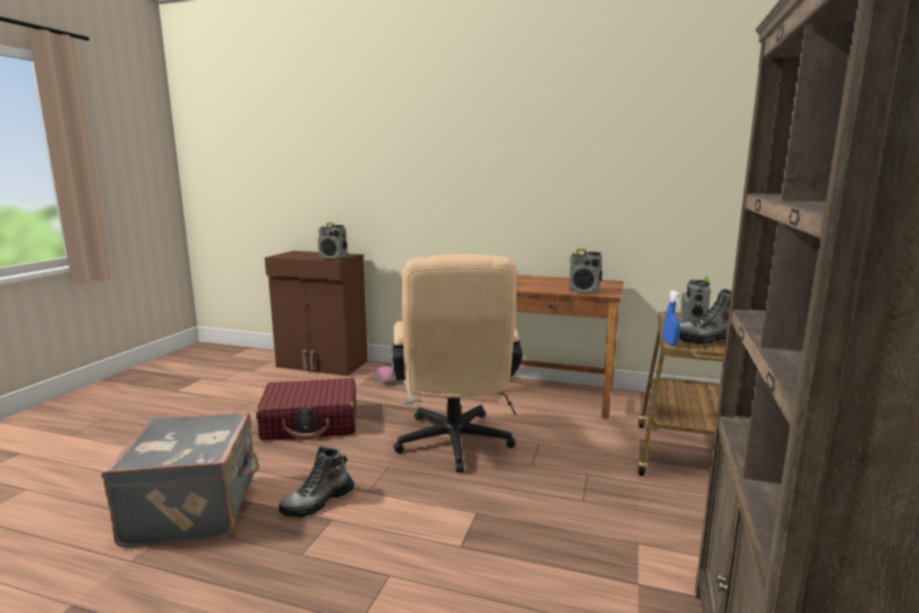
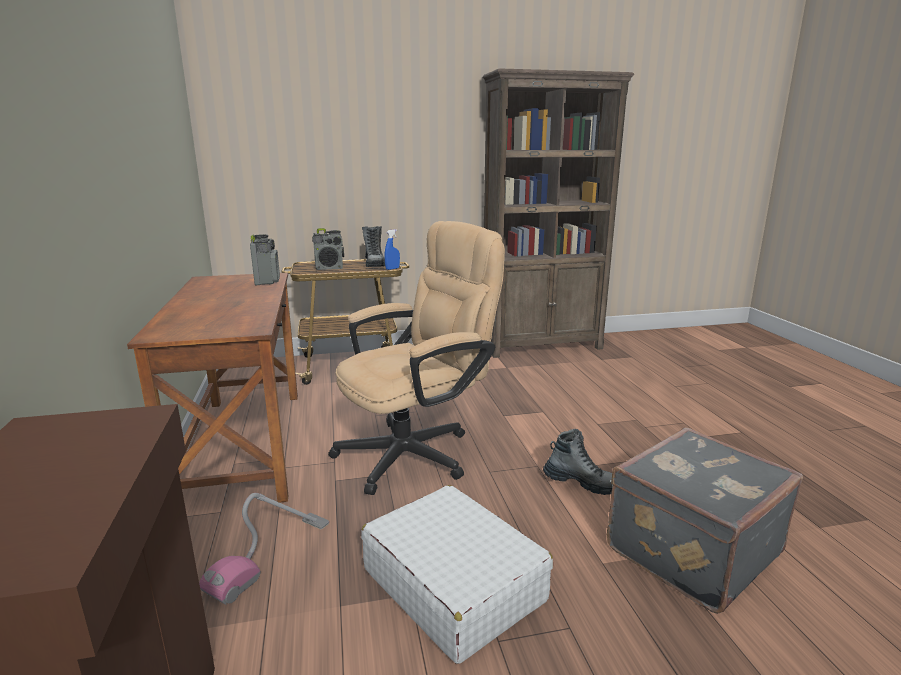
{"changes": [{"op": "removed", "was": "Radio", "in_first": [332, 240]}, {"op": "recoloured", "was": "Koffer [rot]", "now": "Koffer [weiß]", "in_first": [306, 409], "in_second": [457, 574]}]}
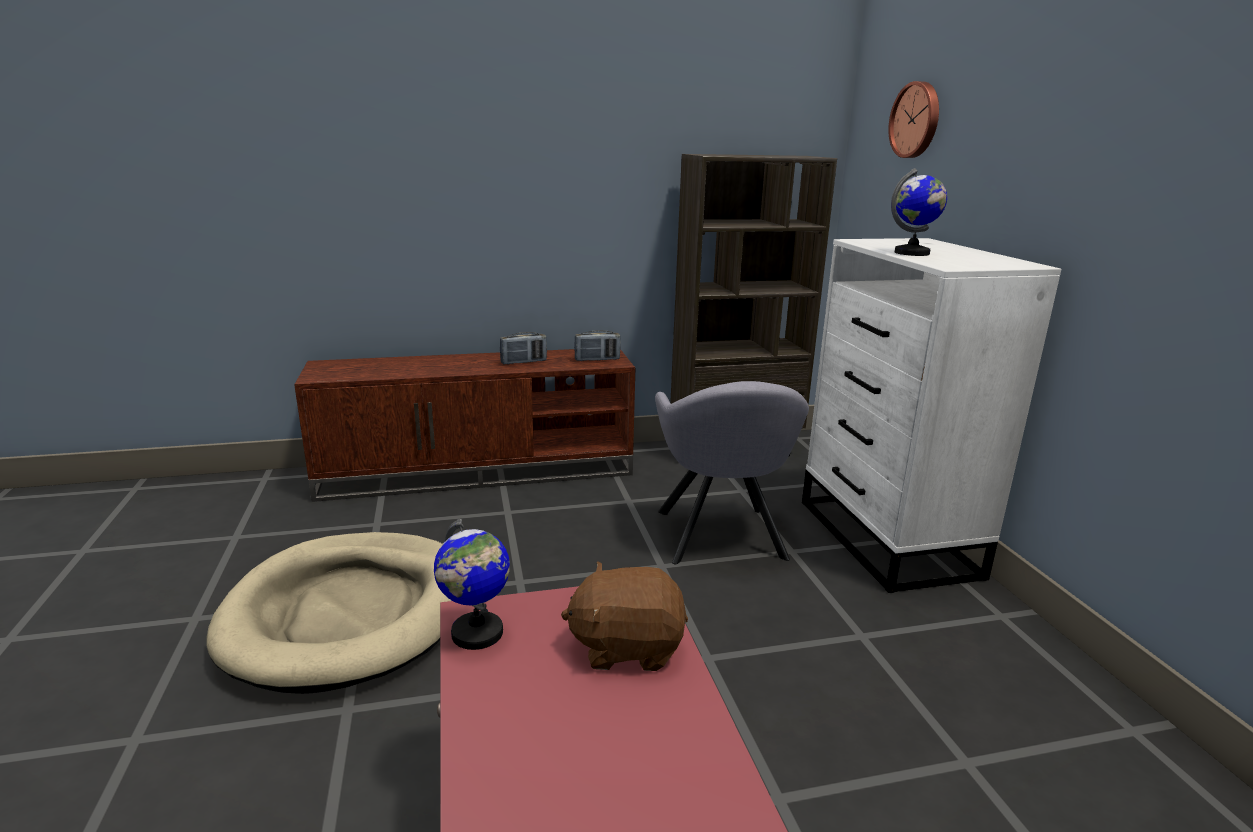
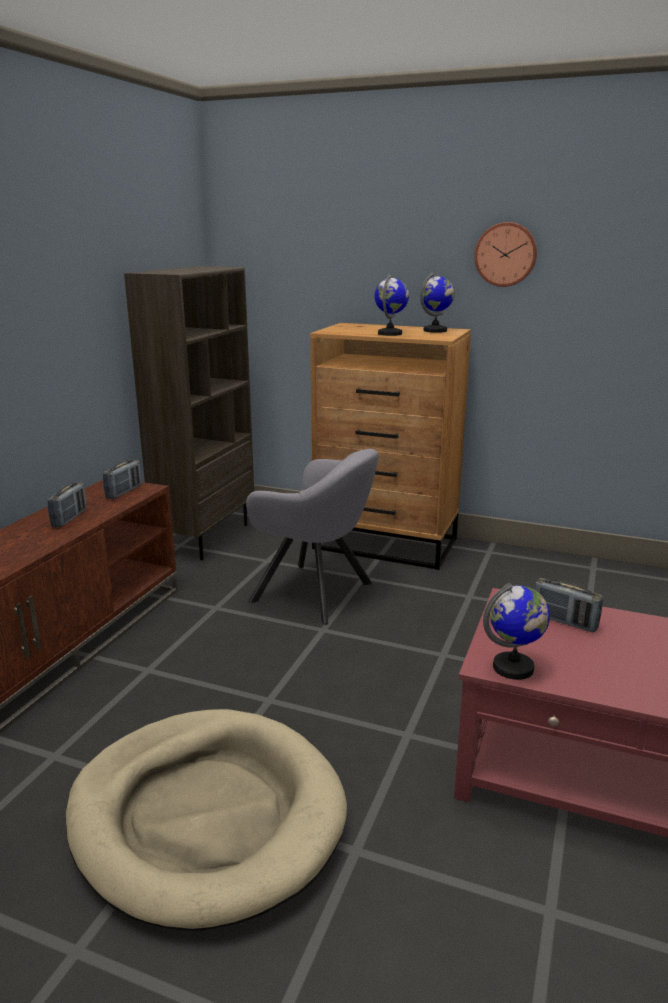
{"changes": [{"op": "moved", "was": "Wanduhr", "in_first": [913, 119], "in_second": [505, 254]}, {"op": "recoloured", "was": "Kommode [weiß]", "now": "Kommode [braun]", "in_first": [931, 415], "in_second": [390, 446]}, {"op": "replaced", "was": "Plüschtier [braun]", "now": "Radio", "in_first": [624, 616], "in_second": [568, 605]}, {"op": "added", "now": "Globus", "in_second": [437, 302]}]}
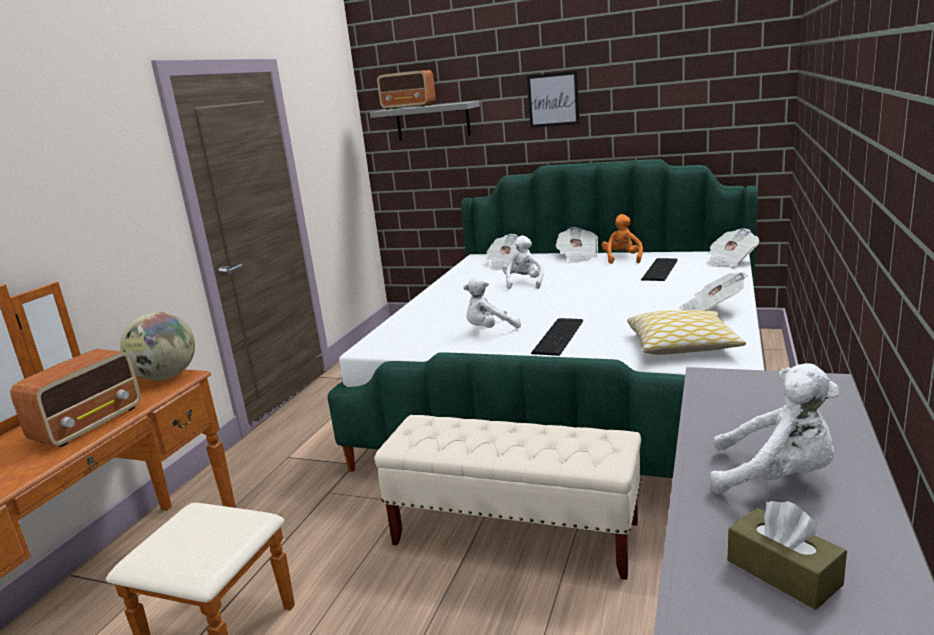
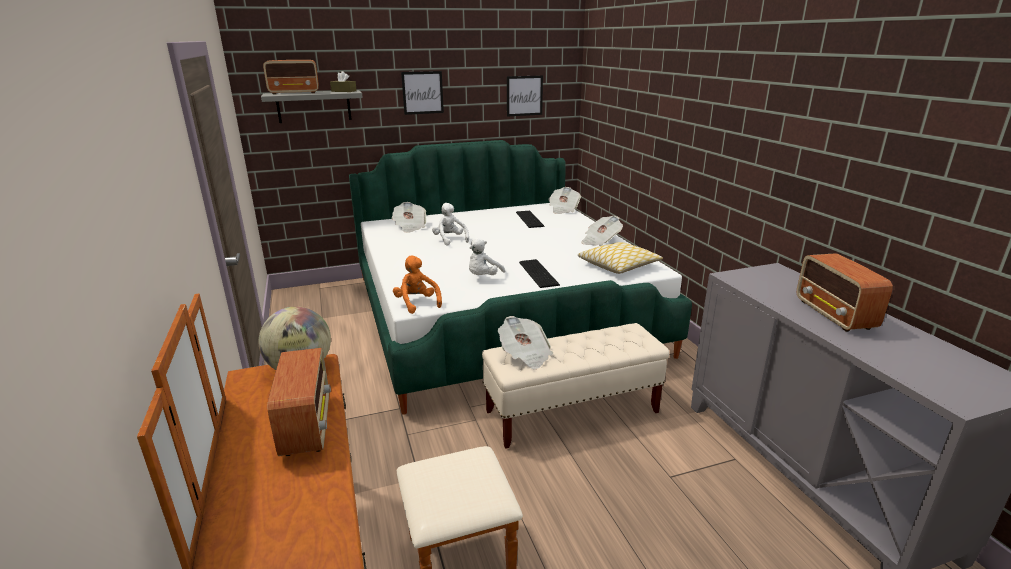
{"changes": [{"op": "moved", "was": "Plüschtier [orange]", "in_first": [622, 239], "in_second": [417, 284]}, {"op": "moved", "was": "Zeitung", "in_first": [576, 245], "in_second": [525, 343]}, {"op": "replaced", "was": "Plüschtier [weiß]", "now": "Radio", "in_first": [774, 429], "in_second": [844, 292]}, {"op": "moved", "was": "Taschentuchbox [braun]", "in_first": [787, 555], "in_second": [343, 81]}, {"op": "added", "now": "Bild", "in_second": [525, 96]}]}
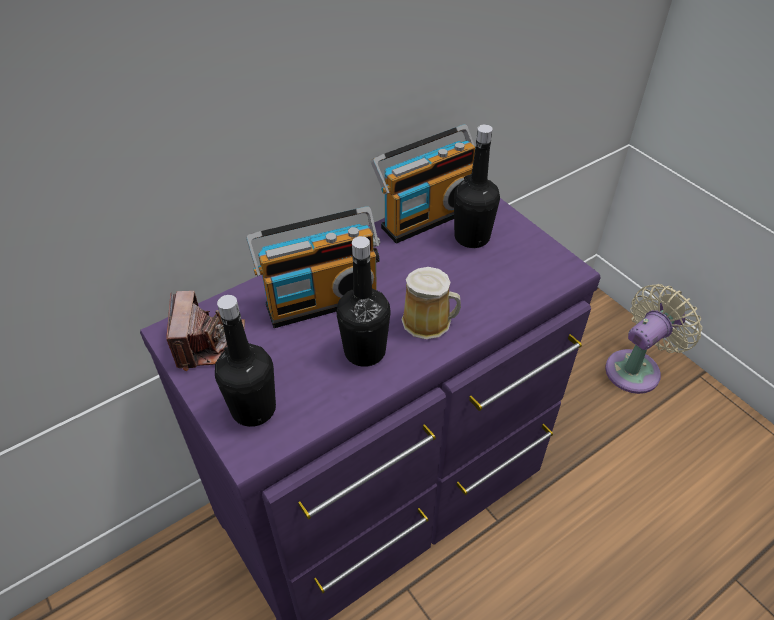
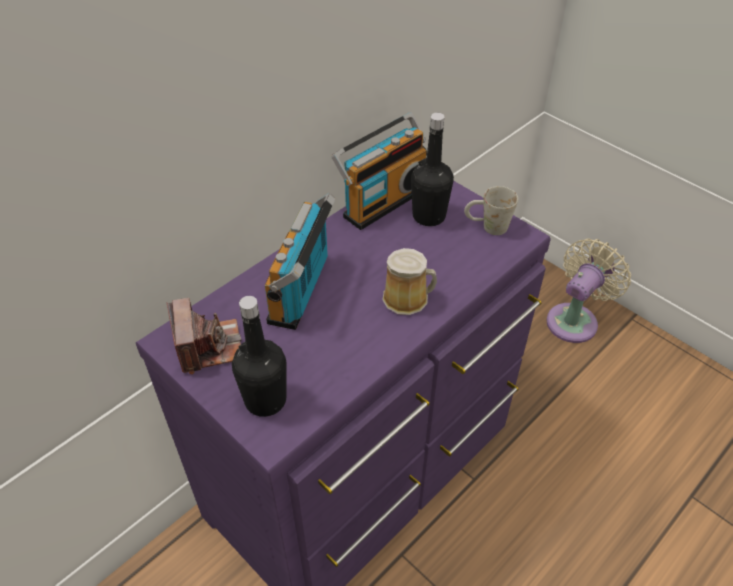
{"changes": [{"op": "turned", "was": "Radio", "in_first": [313, 267], "in_second": [300, 261], "clockwise": 135}, {"op": "removed", "was": "Flasche [schwarz]", "in_first": [363, 301]}, {"op": "added", "now": "Henkelbecher [weiß]", "in_second": [491, 210]}]}
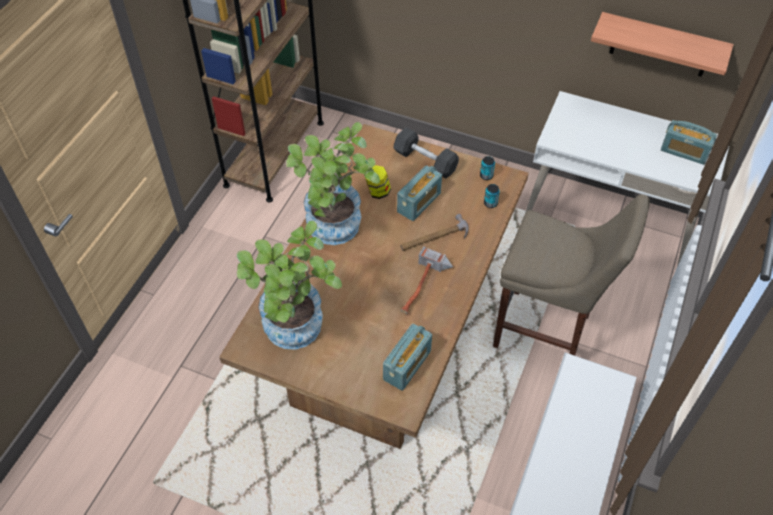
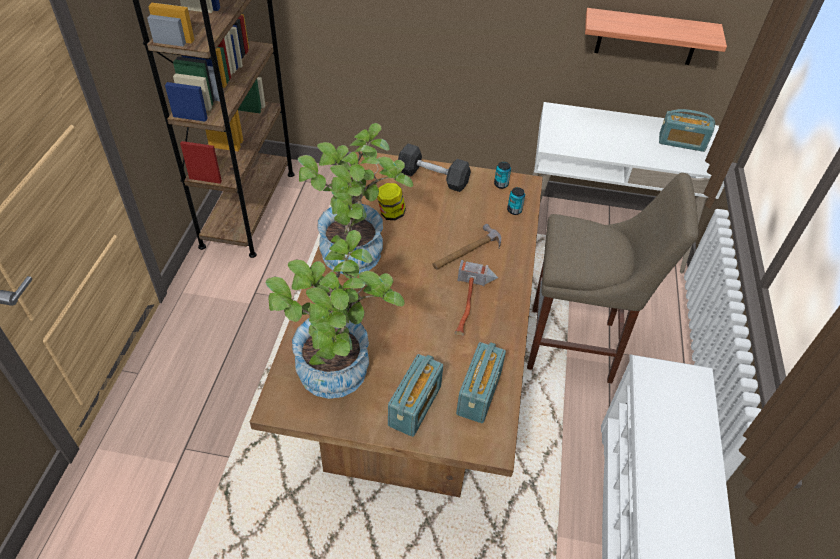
{"changes": [{"op": "moved", "was": "Radio", "in_first": [419, 193], "in_second": [415, 395]}]}
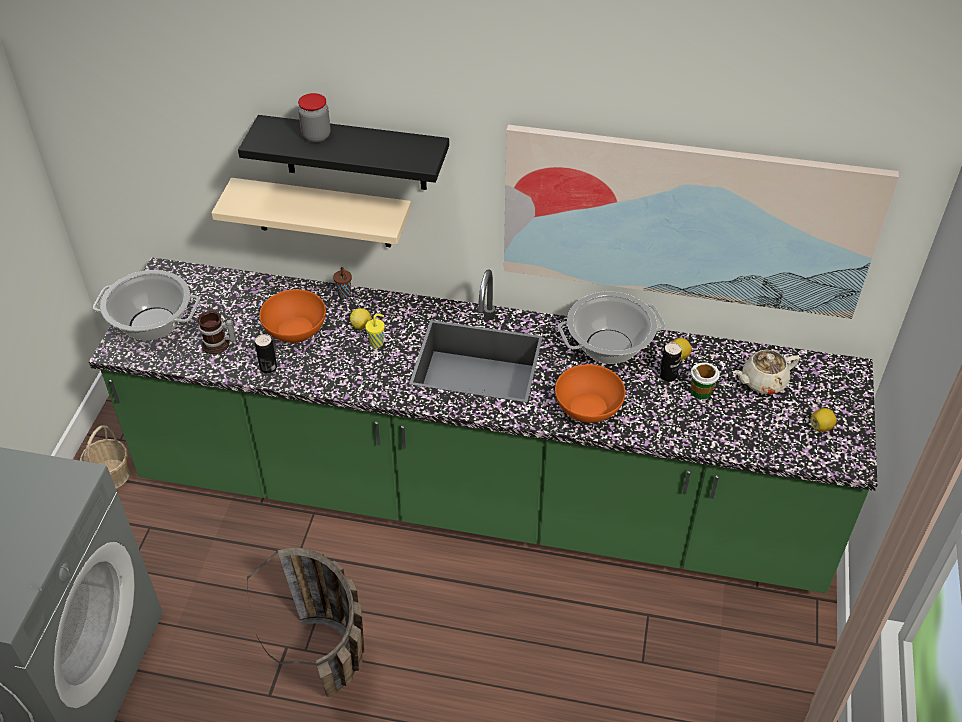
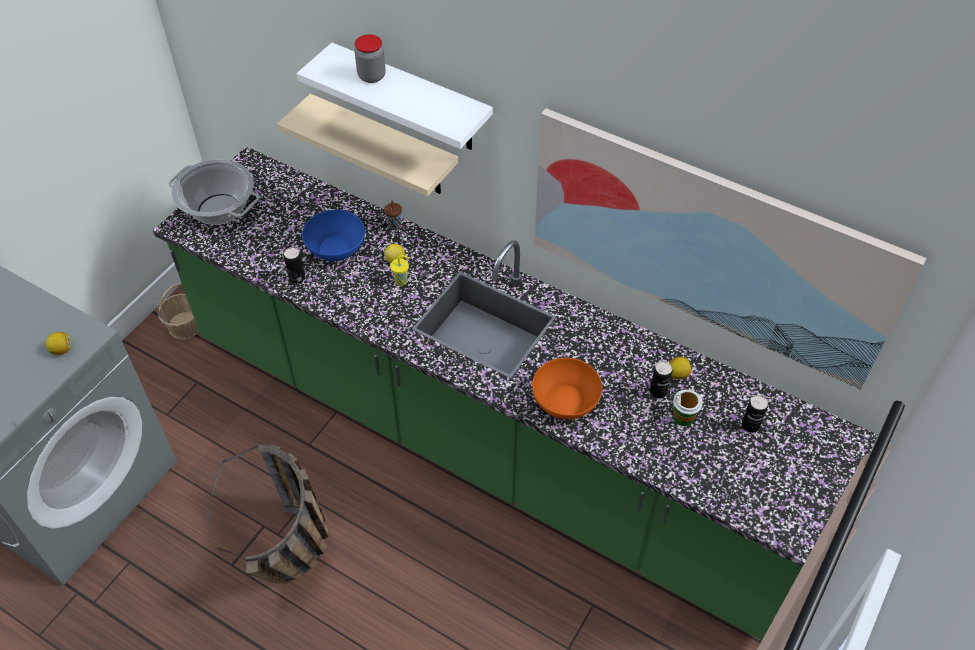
{"changes": [{"op": "recoloured", "was": "Wandregal [schwarz]", "now": "Wandregal [weiß]", "in_first": [343, 152], "in_second": [395, 96]}, {"op": "recoloured", "was": "Schüssel [orange]", "now": "Schüssel [blau]", "in_first": [292, 316], "in_second": [333, 235]}, {"op": "removed", "was": "Kochtopf", "in_first": [611, 328]}, {"op": "removed", "was": "Henkelbecher", "in_first": [217, 332]}, {"op": "replaced", "was": "Teekanne [beige]", "now": "Dose", "in_first": [766, 372], "in_second": [755, 414]}, {"op": "moved", "was": "Zitrone", "in_first": [823, 420], "in_second": [58, 343]}]}
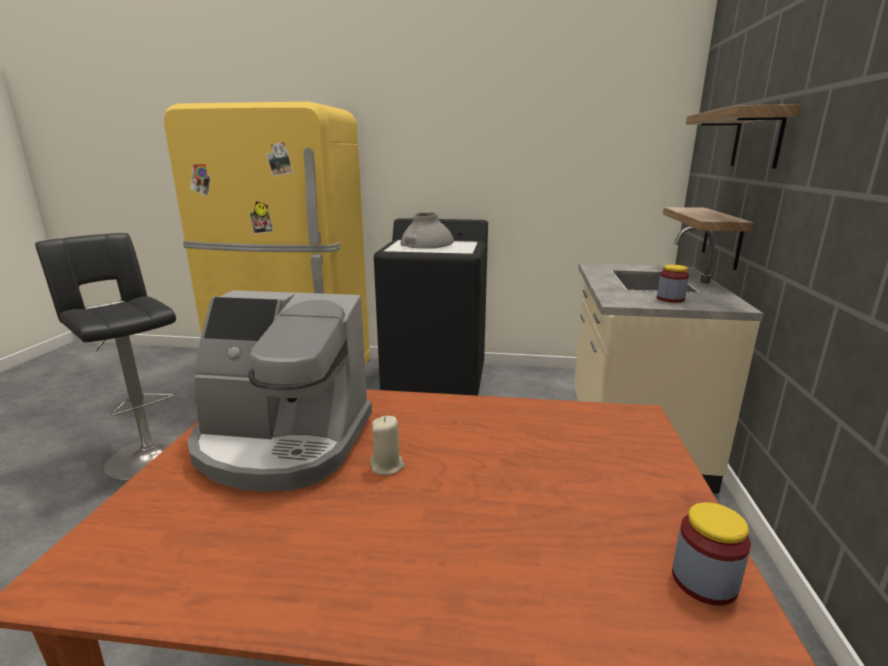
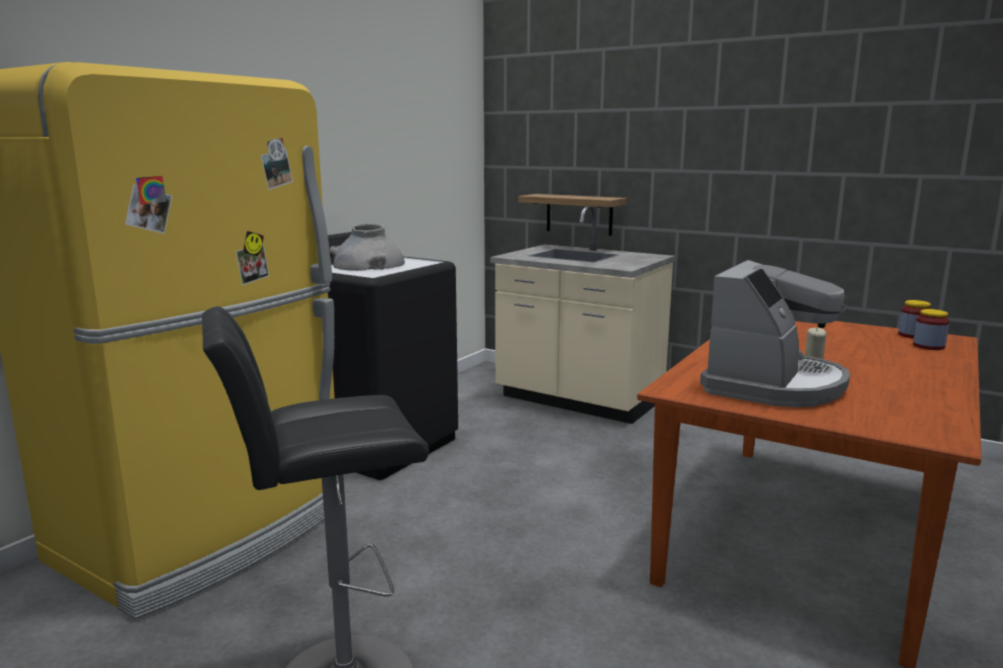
{"changes": [{"op": "removed", "was": "Wandregal", "in_first": [743, 136]}, {"op": "moved", "was": "Vorratsglas", "in_first": [673, 283], "in_second": [931, 329]}]}
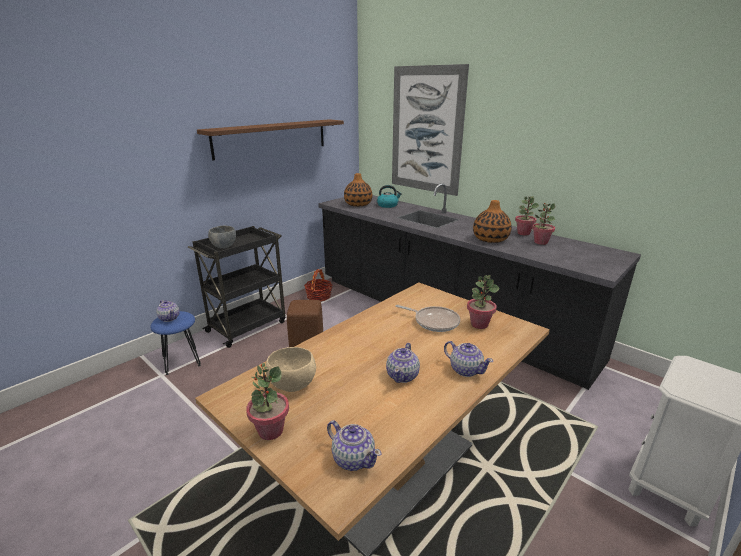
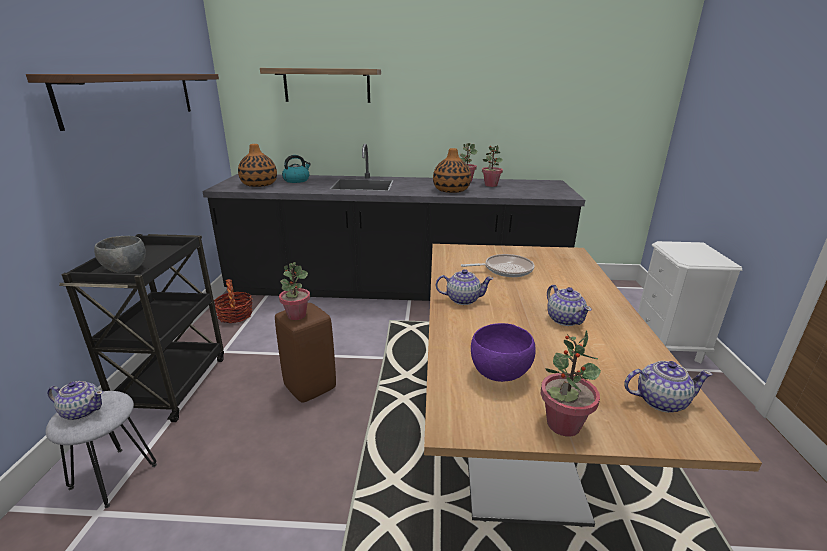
{"changes": [{"op": "replaced", "was": "Bild", "now": "Wandregal", "in_first": [430, 130], "in_second": [320, 85]}, {"op": "moved", "was": "Topfpflanze", "in_first": [483, 302], "in_second": [294, 291]}, {"op": "recoloured", "was": "Hocker [blau]", "now": "Hocker [grau]", "in_first": [175, 343], "in_second": [101, 449]}, {"op": "moved", "was": "Teekanne", "in_first": [468, 359], "in_second": [464, 287]}, {"op": "recoloured", "was": "Schüssel [beige]", "now": "Schüssel [lila]", "in_first": [291, 369], "in_second": [503, 352]}]}
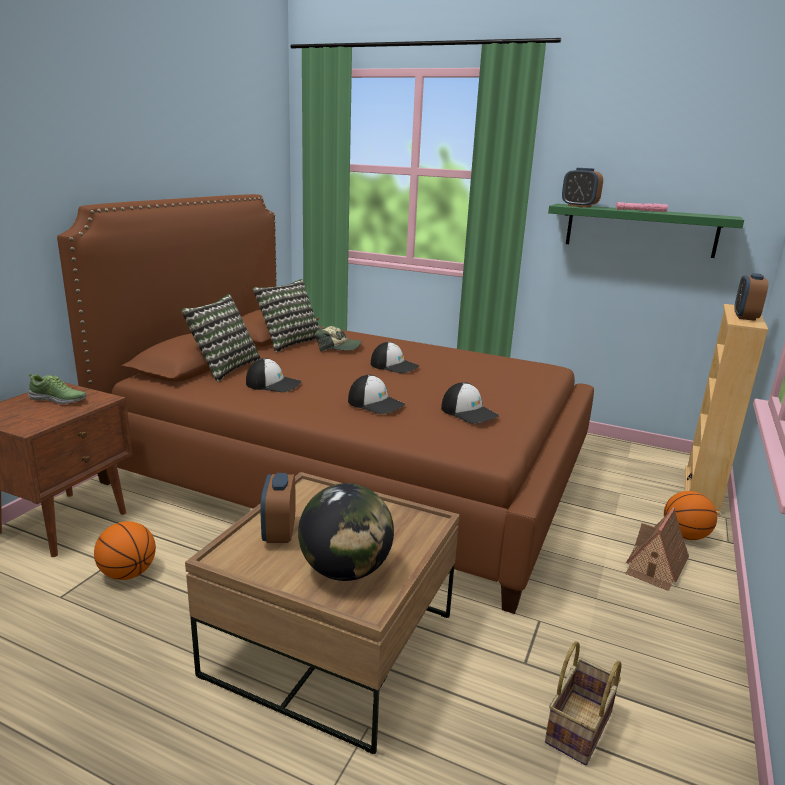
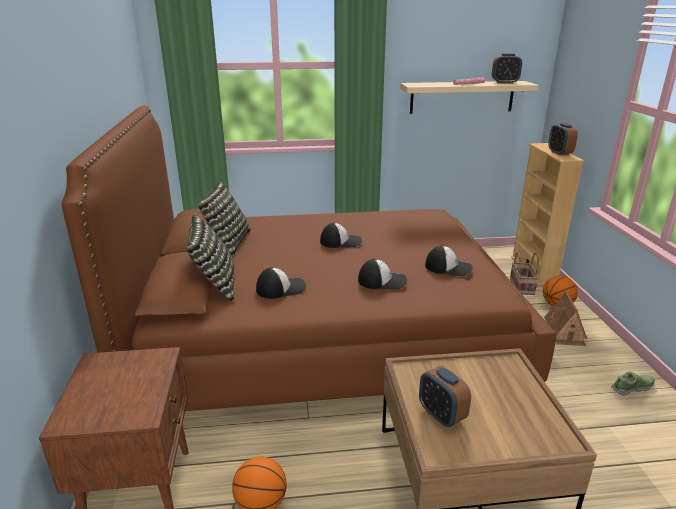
{"changes": [{"op": "moved", "was": "Wecker", "in_first": [582, 188], "in_second": [507, 68]}, {"op": "recoloured", "was": "Wandregal [grün]", "now": "Wandregal [beige]", "in_first": [646, 231], "in_second": [469, 97]}, {"op": "removed", "was": "Kappe", "in_first": [339, 339]}, {"op": "moved", "was": "Schuh", "in_first": [57, 389], "in_second": [633, 384]}, {"op": "removed", "was": "Globus", "in_first": [346, 532]}, {"op": "moved", "was": "Korb", "in_first": [583, 703], "in_second": [524, 273]}]}
